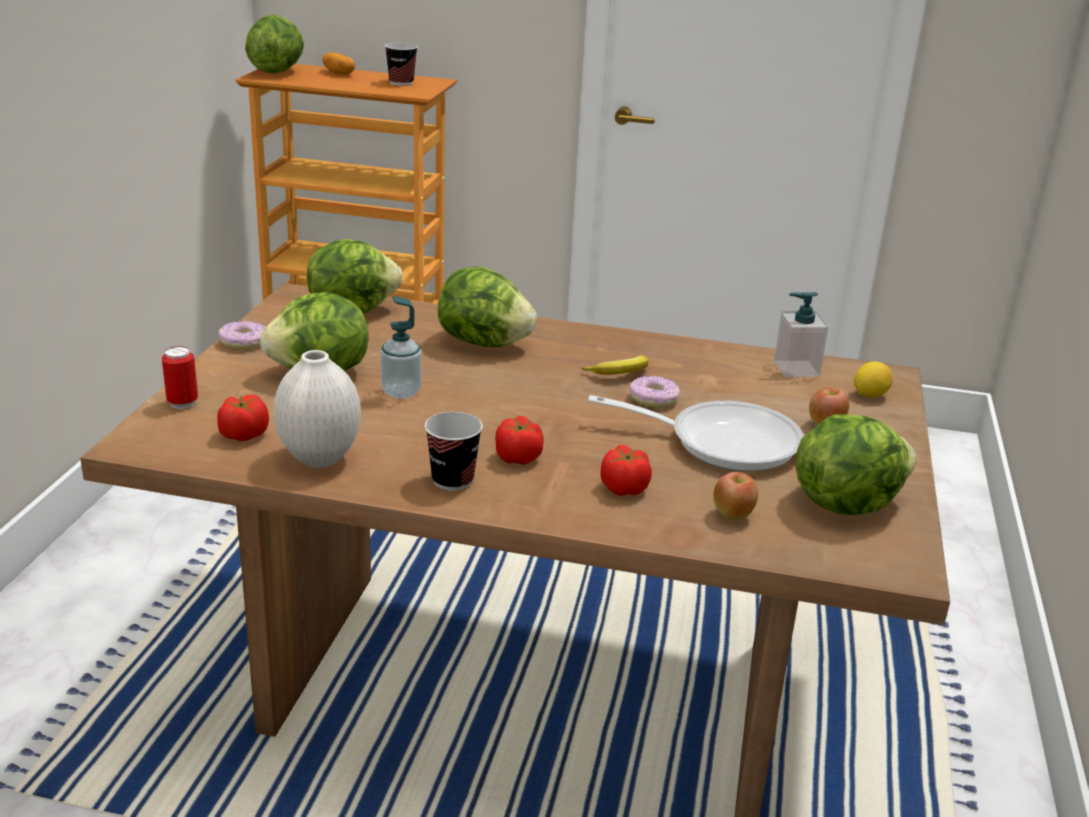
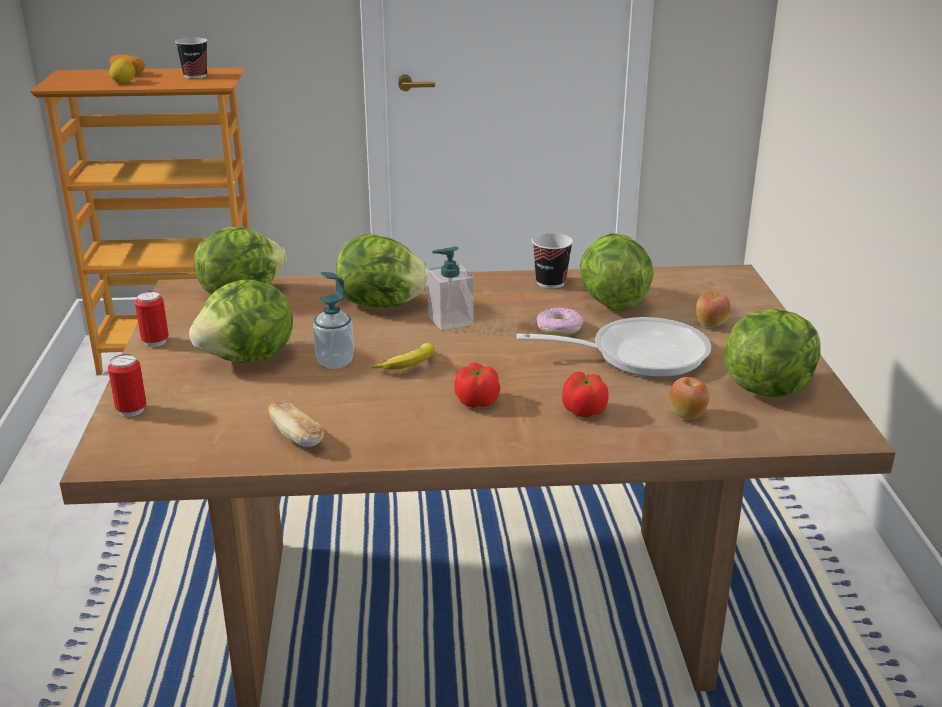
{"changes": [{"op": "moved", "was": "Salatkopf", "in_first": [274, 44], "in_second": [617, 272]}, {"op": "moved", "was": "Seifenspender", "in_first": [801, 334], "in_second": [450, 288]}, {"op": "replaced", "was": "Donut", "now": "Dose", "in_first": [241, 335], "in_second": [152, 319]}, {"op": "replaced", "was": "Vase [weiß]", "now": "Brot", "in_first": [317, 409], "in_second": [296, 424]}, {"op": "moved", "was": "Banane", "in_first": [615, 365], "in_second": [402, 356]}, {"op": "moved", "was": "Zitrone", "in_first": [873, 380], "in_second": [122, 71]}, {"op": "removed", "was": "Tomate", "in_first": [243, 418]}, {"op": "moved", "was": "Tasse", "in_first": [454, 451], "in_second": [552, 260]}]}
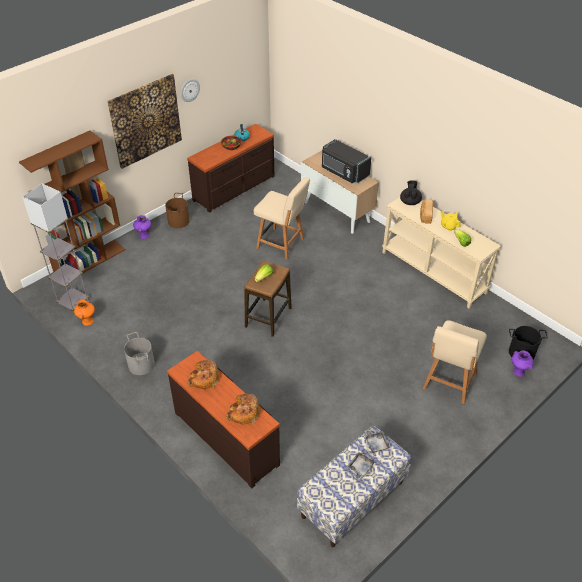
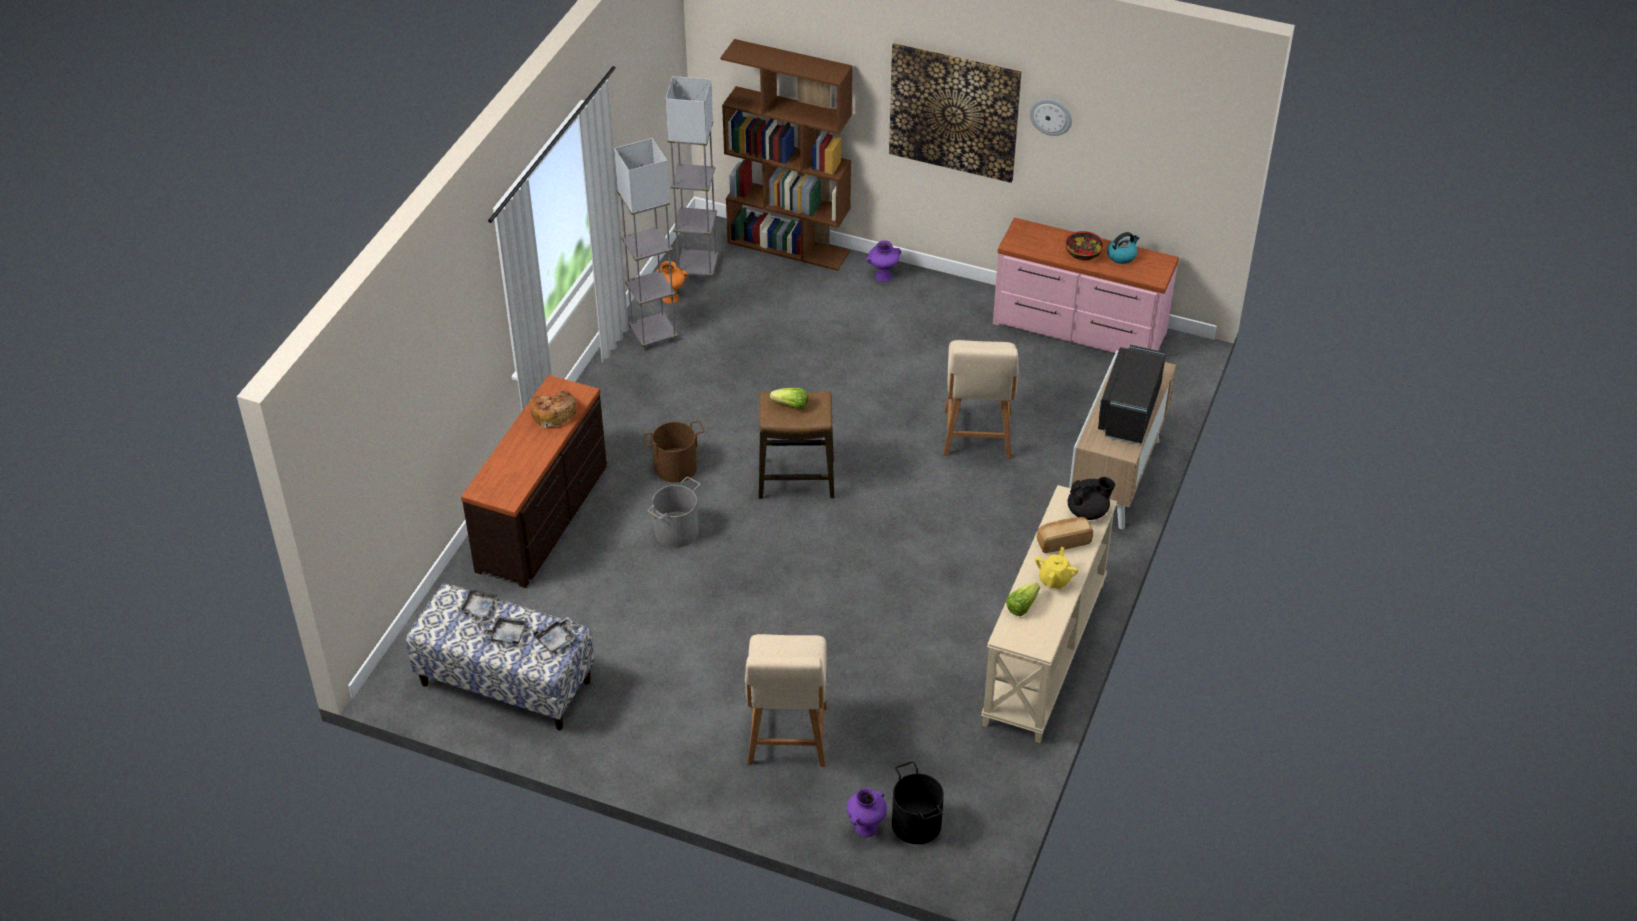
{"changes": [{"op": "recoloured", "was": "Kommode [braun]", "now": "Kommode [rosa]", "in_first": [230, 168], "in_second": [1086, 285]}, {"op": "moved", "was": "Eimer [braun]", "in_first": [177, 210], "in_second": [673, 451]}, {"op": "turned", "was": "Stuhl [beige]", "in_first": [455, 362], "in_second": [786, 700], "clockwise": -90}, {"op": "moved", "was": "Eimer [grau]", "in_first": [139, 353], "in_second": [674, 512]}, {"op": "removed", "was": "Brot", "in_first": [242, 409]}, {"op": "added", "now": "Stehlampe [grau]", "in_second": [646, 244]}, {"op": "added", "now": "Tablett [grau]", "in_second": [477, 606]}]}
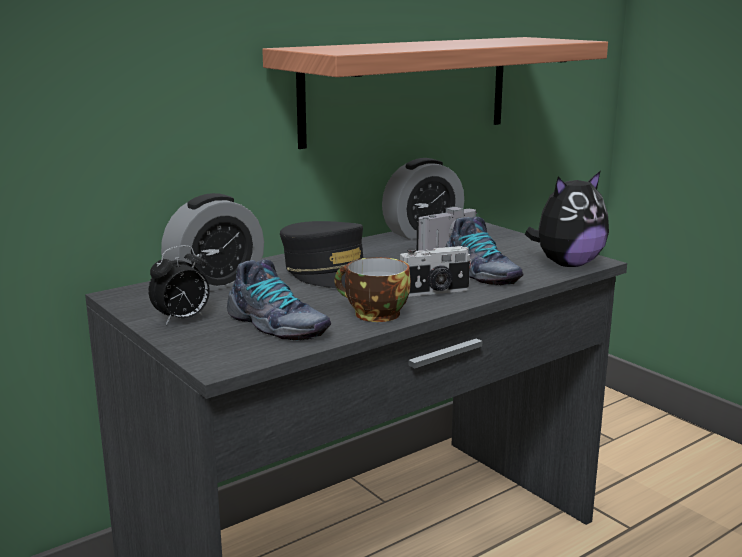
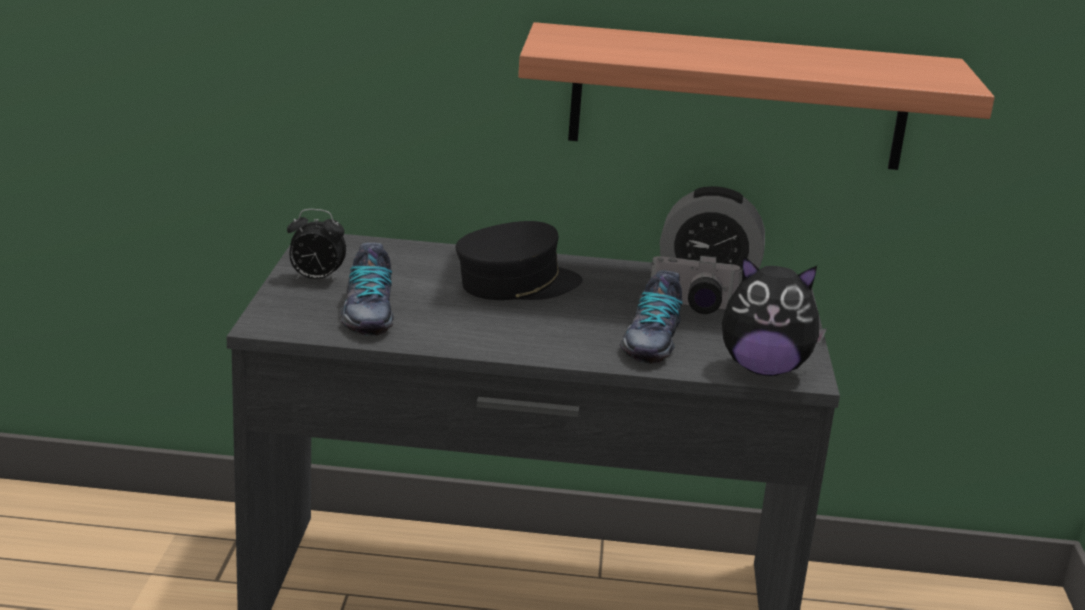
{"changes": [{"op": "removed", "was": "Wecker", "in_first": [212, 242]}, {"op": "turned", "was": "Kappe [schwarz]", "in_first": [321, 254], "in_second": [519, 260], "clockwise": -120}, {"op": "removed", "was": "Kamera", "in_first": [436, 271]}, {"op": "removed", "was": "Tasse", "in_first": [372, 289]}]}
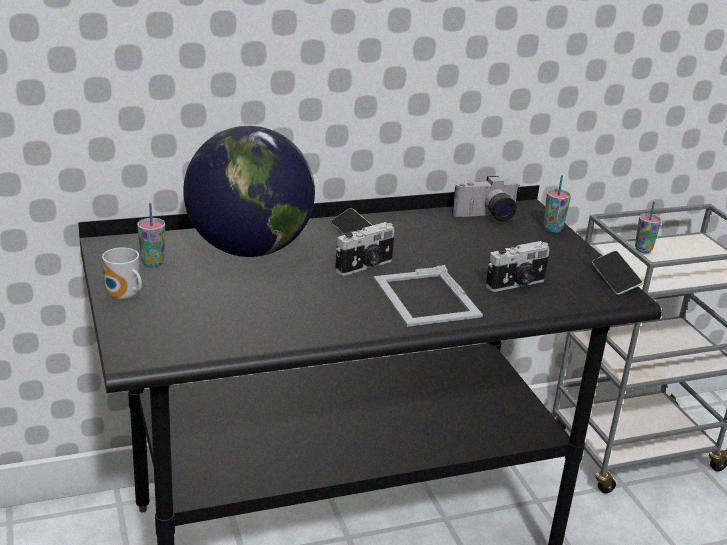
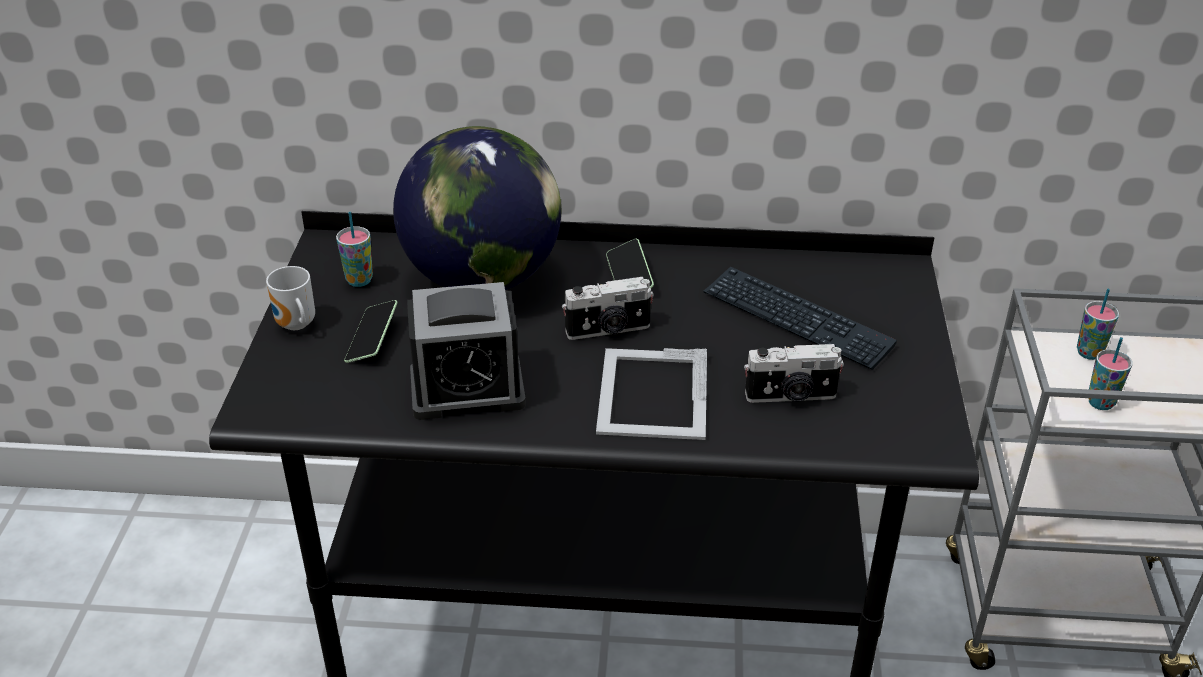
{"changes": [{"op": "moved", "was": "Tasse", "in_first": [557, 204], "in_second": [1110, 373]}, {"op": "removed", "was": "Kamera", "in_first": [485, 198]}, {"op": "moved", "was": "Handy", "in_first": [617, 273], "in_second": [371, 331]}, {"op": "added", "now": "Tastatur", "in_second": [800, 318]}, {"op": "added", "now": "Wecker", "in_second": [466, 351]}]}
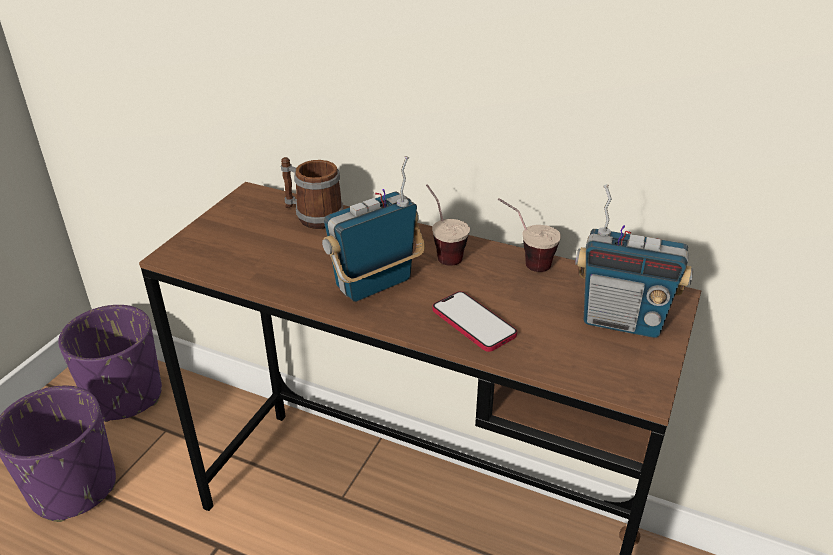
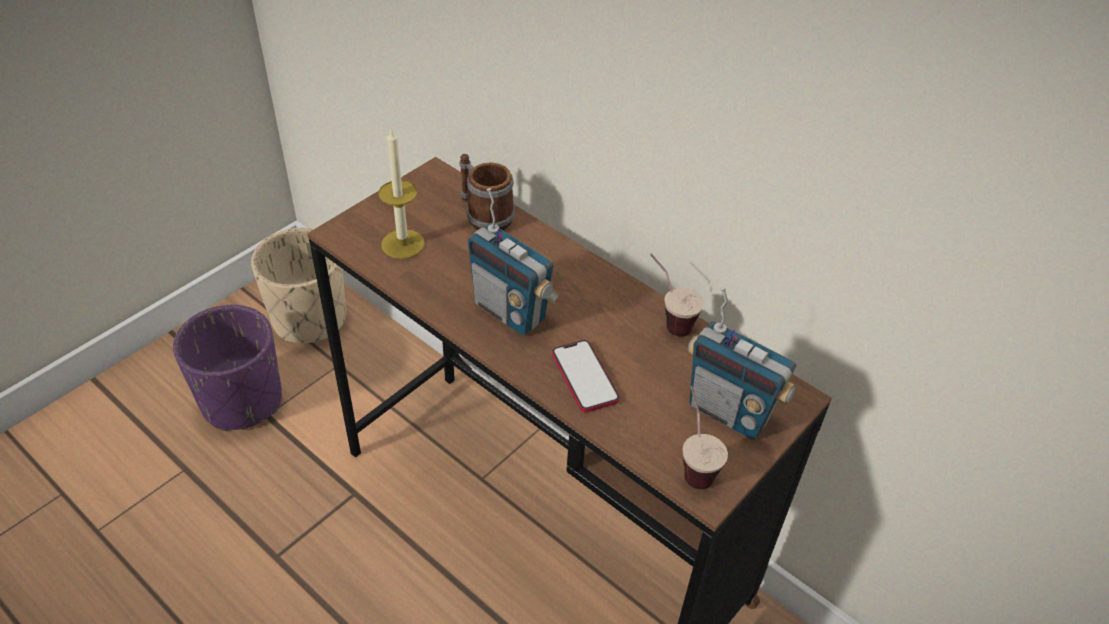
{"changes": [{"op": "turned", "was": "Radio", "in_first": [373, 229], "in_second": [513, 261], "clockwise": -120}, {"op": "moved", "was": "Tasse", "in_first": [448, 225], "in_second": [705, 437]}, {"op": "recoloured", "was": "Pflanzkübel [lila]", "now": "Pflanzkübel [beige]", "in_first": [110, 363], "in_second": [298, 285]}, {"op": "added", "now": "Kerze", "in_second": [401, 194]}]}
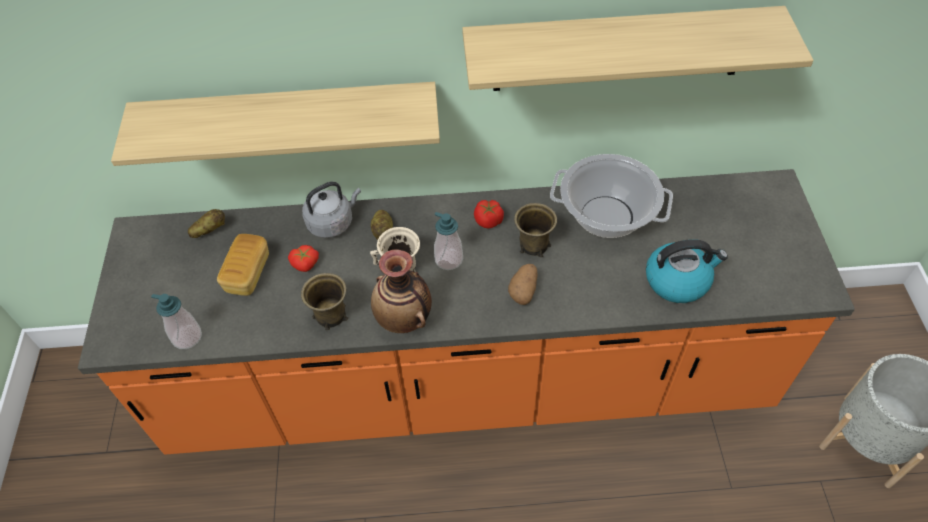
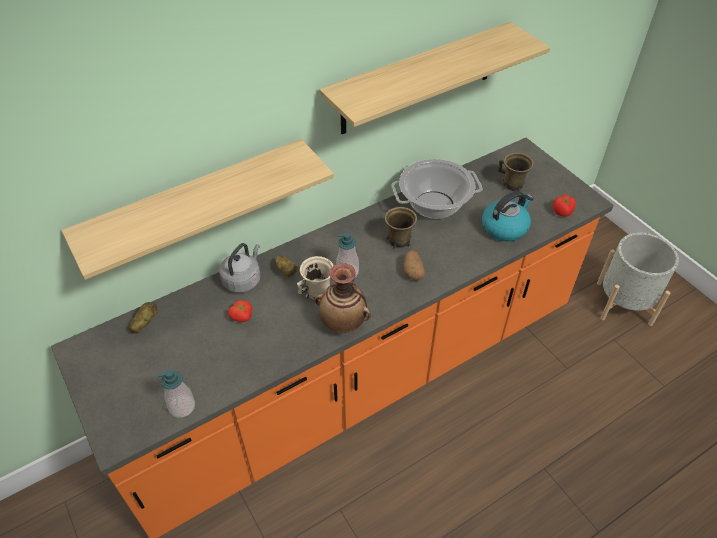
{"changes": [{"op": "moved", "was": "Tomate", "in_first": [489, 214], "in_second": [564, 205]}, {"op": "removed", "was": "Brot", "in_first": [243, 265]}, {"op": "moved", "was": "Henkelbecher [braun]", "in_first": [324, 301], "in_second": [516, 172]}]}
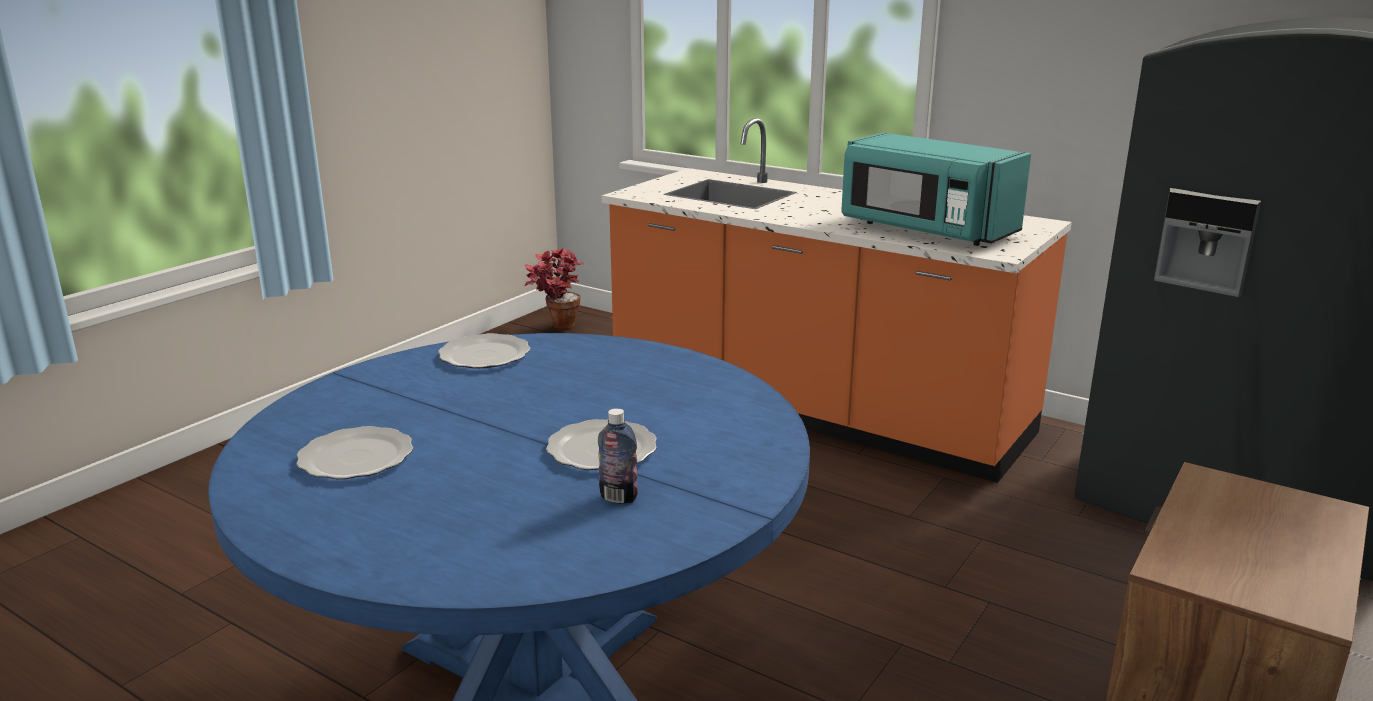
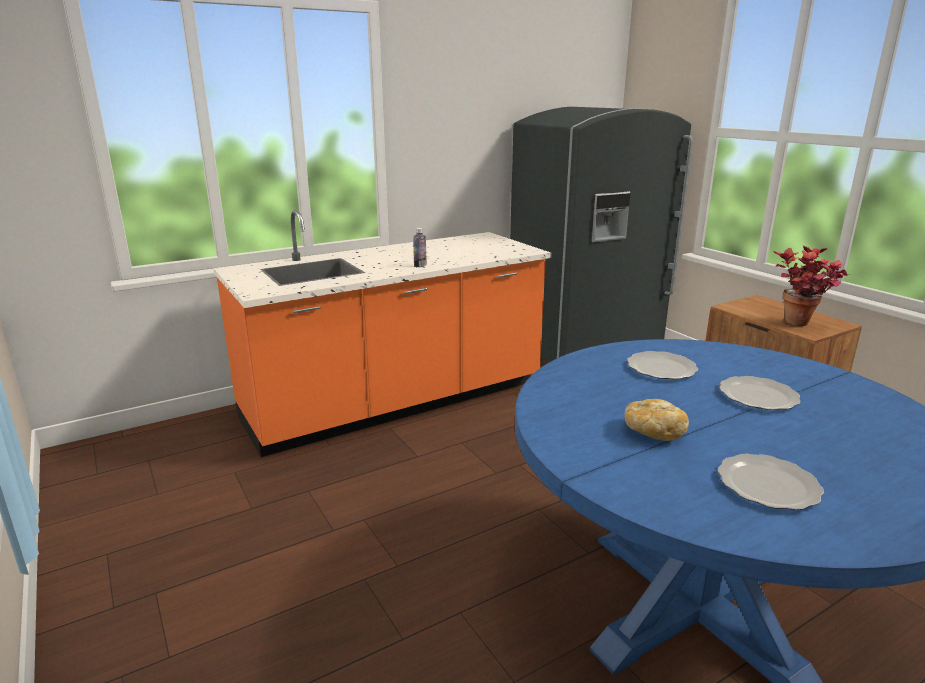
{"changes": [{"op": "removed", "was": "Mikrowelle [türkis]", "in_first": [936, 189]}, {"op": "moved", "was": "Topfpflanze", "in_first": [555, 289], "in_second": [810, 286]}, {"op": "moved", "was": "Teller", "in_first": [484, 350], "in_second": [662, 365]}, {"op": "moved", "was": "Flasche", "in_first": [618, 455], "in_second": [420, 247]}, {"op": "added", "now": "Brot", "in_second": [657, 420]}]}
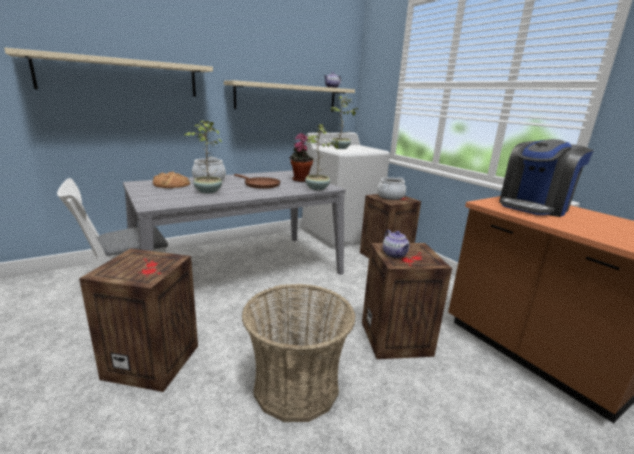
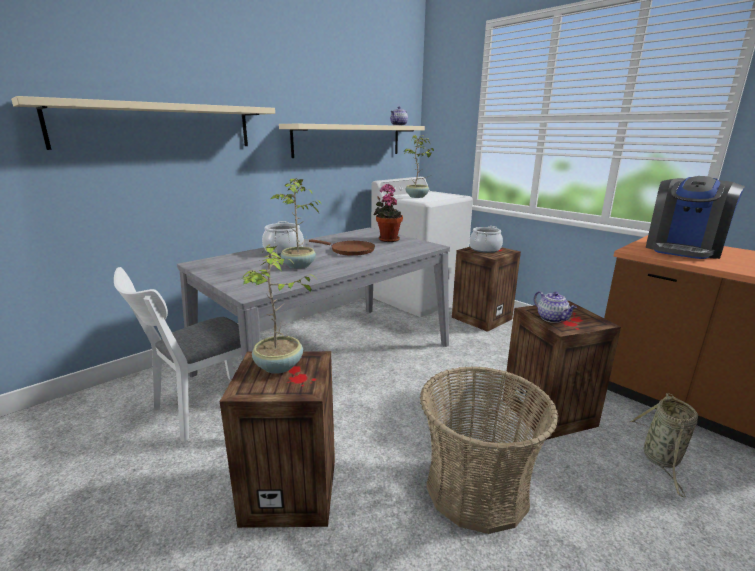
{"changes": [{"op": "moved", "was": "Topfpflanze", "in_first": [321, 157], "in_second": [278, 309]}, {"op": "removed", "was": "Brot", "in_first": [171, 180]}, {"op": "added", "now": "Korb", "in_second": [663, 445]}]}
